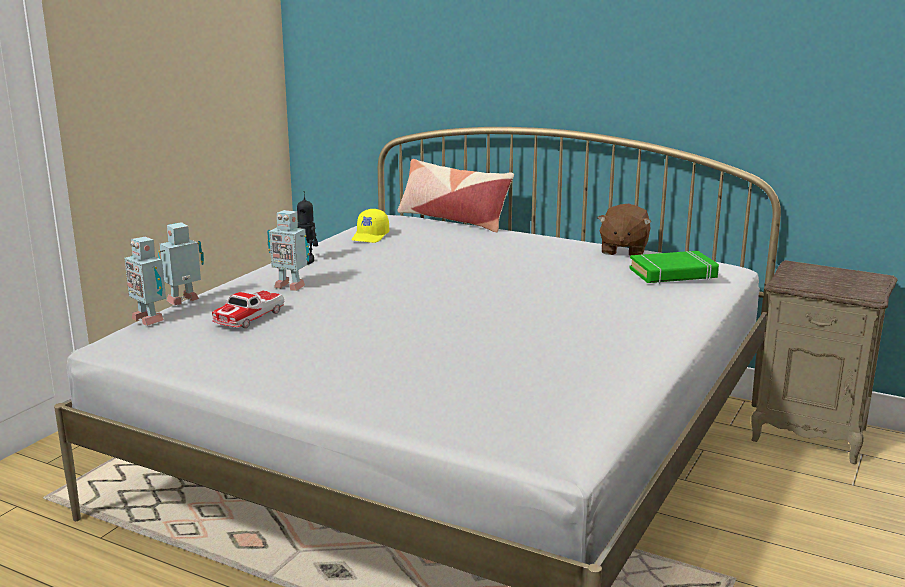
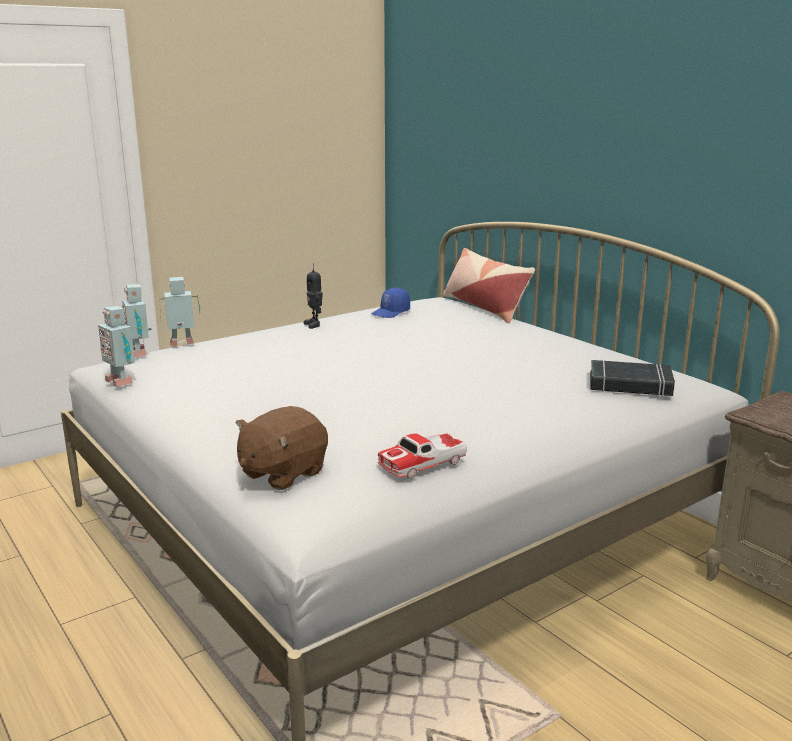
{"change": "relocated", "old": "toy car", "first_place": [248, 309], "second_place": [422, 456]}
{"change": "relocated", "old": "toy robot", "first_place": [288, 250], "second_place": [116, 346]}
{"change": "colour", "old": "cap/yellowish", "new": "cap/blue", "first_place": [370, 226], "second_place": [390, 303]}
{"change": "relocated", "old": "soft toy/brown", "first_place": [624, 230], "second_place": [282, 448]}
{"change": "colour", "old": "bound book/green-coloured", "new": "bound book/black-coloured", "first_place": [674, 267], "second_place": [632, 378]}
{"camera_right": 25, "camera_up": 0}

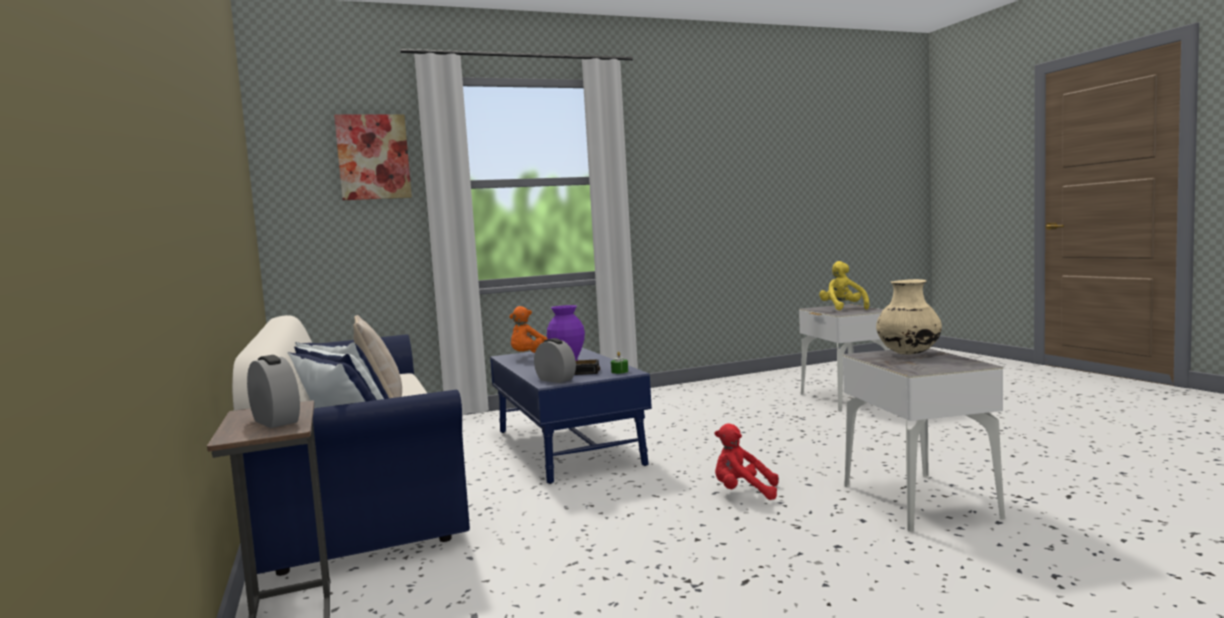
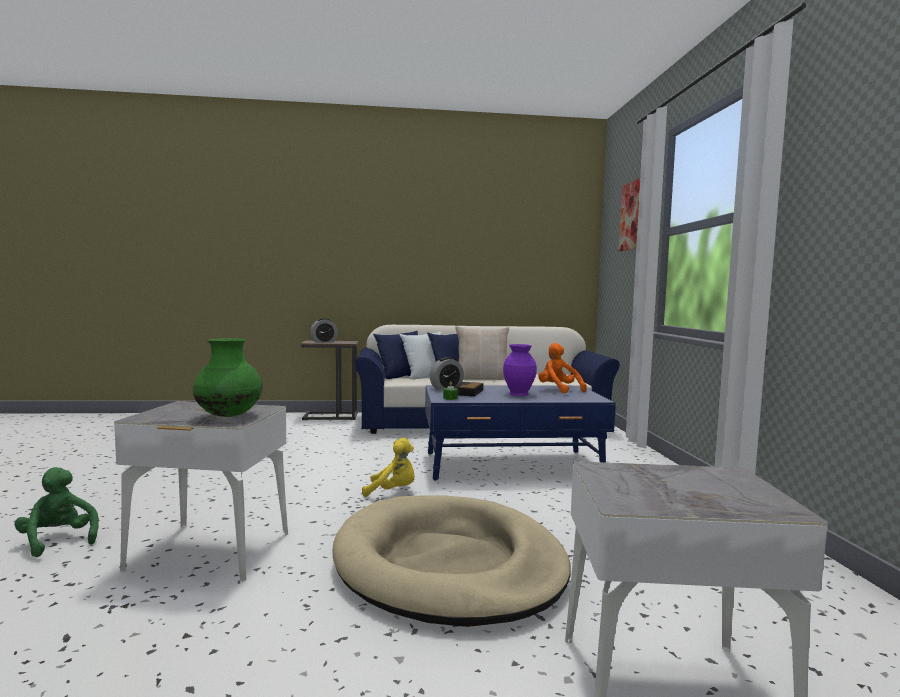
{"change": "missing", "old": "soft toy/reddish", "first_place": [747, 462]}
{"change": "relocated", "old": "soft toy/yellowish", "first_place": [844, 285], "second_place": [388, 467]}
{"change": "colour", "old": "flower vase/sand-coloured", "new": "flower vase/green-coloured", "first_place": [909, 317], "second_place": [228, 377]}
{"change": "appeared", "new": "soft toy/green-coloured", "second_place": [56, 512]}
{"change": "appeared", "new": "dog cushion/sand-coloured", "second_place": [451, 561]}
{"camera_right": 105, "camera_up": 0}

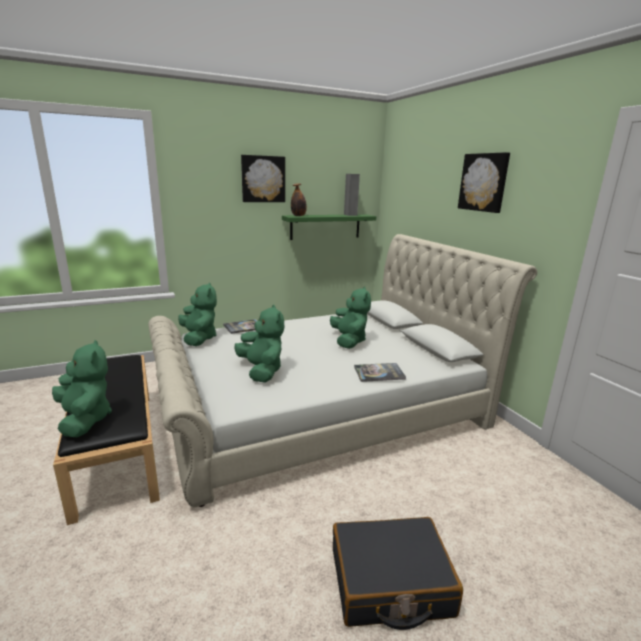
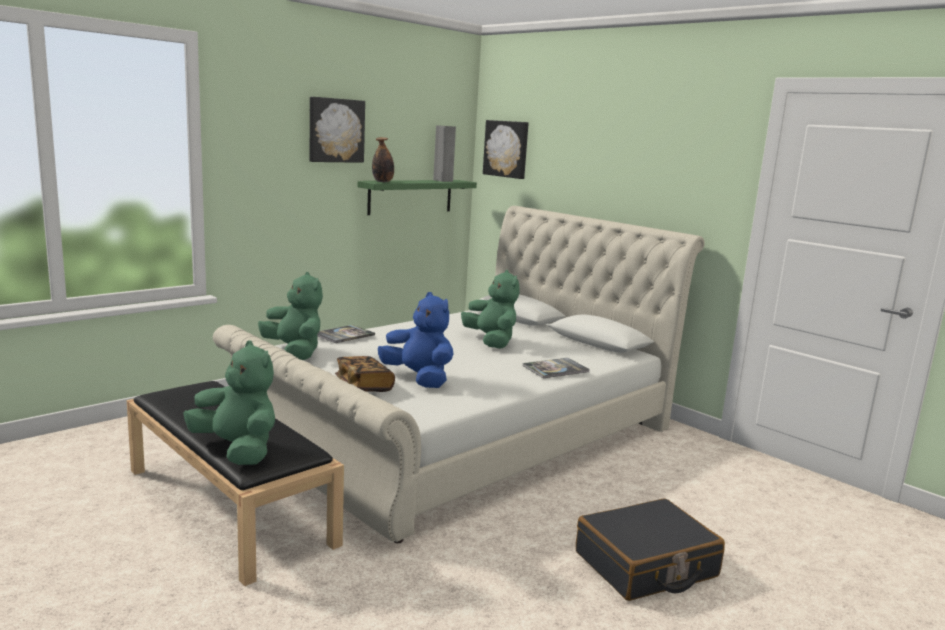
{"change": "colour", "old": "soft toy/green-coloured", "new": "soft toy/blue", "first_place": [259, 344], "second_place": [415, 340]}
{"change": "relocated", "old": "picture", "first_place": [484, 182], "second_place": [506, 149]}
{"change": "appeared", "new": "bound book", "second_place": [365, 374]}
{"camera_right": -20, "camera_up": -5}

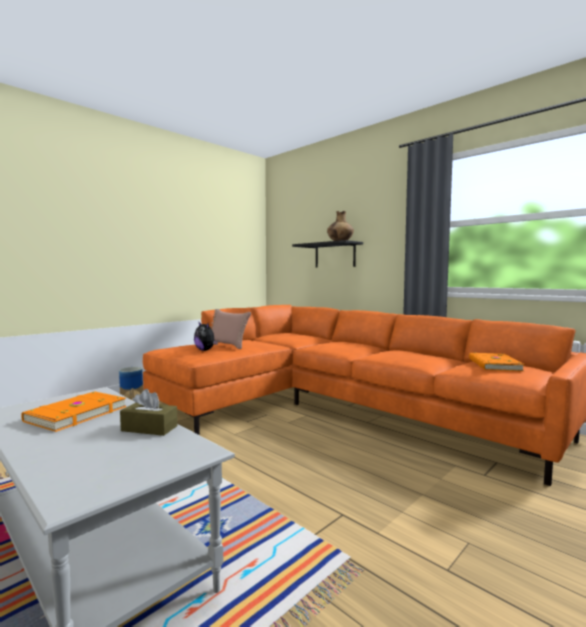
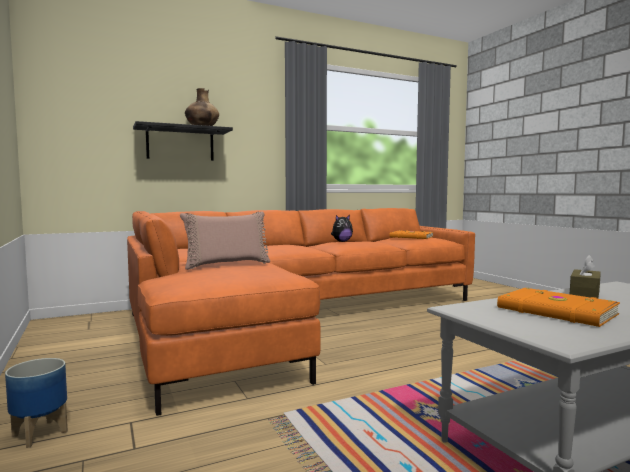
{"change": "relocated", "old": "soft toy", "first_place": [206, 336], "second_place": [342, 228]}
{"camera_right": -70, "camera_up": 0}

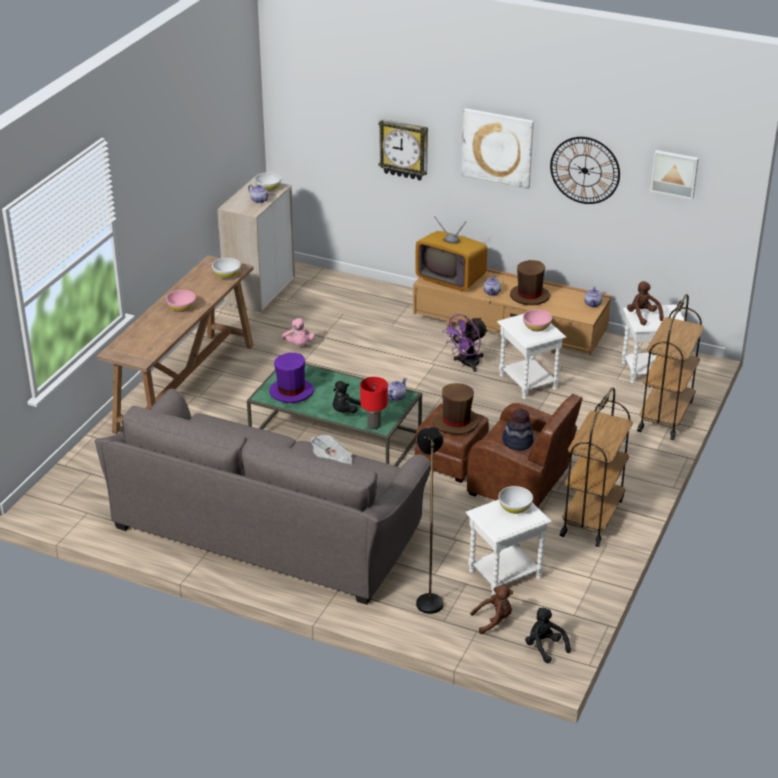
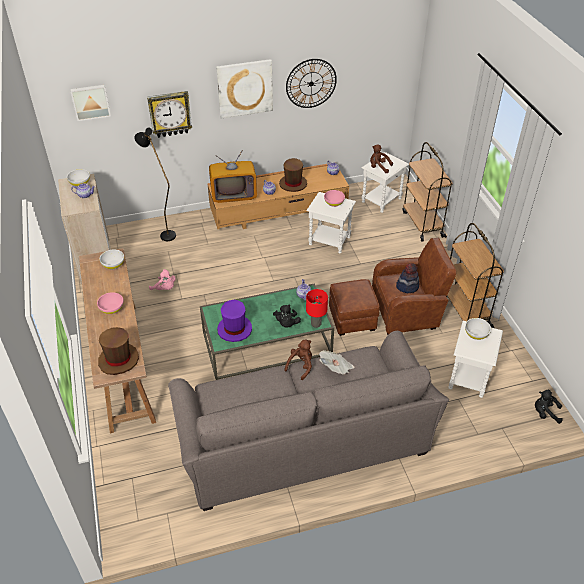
{"change": "relocated", "old": "standing lamp/black-coloured", "first_place": [430, 520], "second_place": [155, 184]}
{"change": "relocated", "old": "clothing hat/brown", "first_place": [456, 409], "second_place": [118, 351]}
{"change": "missing", "old": "cooling fan/purplish", "first_place": [465, 343]}
{"change": "relocated", "old": "soft toy/brown", "first_place": [491, 609], "second_place": [298, 360]}
{"change": "relocated", "old": "picture", "first_place": [674, 174], "second_place": [90, 103]}
{"camera_right": -40, "camera_up": 10}

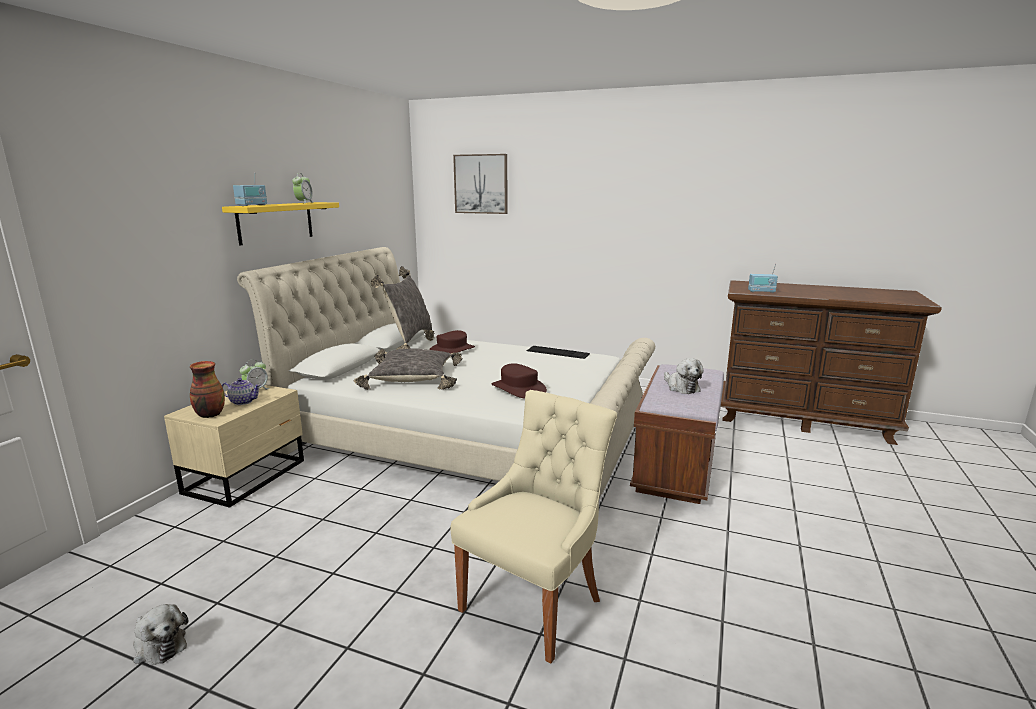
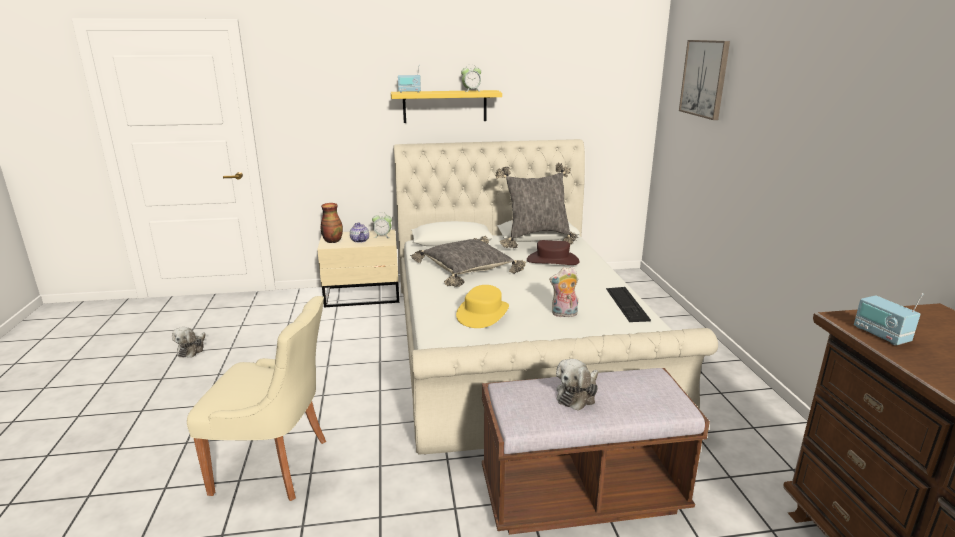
{"change": "colour", "old": "clothing hat/brown", "new": "clothing hat/yellowish", "first_place": [519, 381], "second_place": [482, 306]}
{"change": "appeared", "new": "soft toy", "second_place": [563, 292]}
{"camera_right": 60, "camera_up": 5}

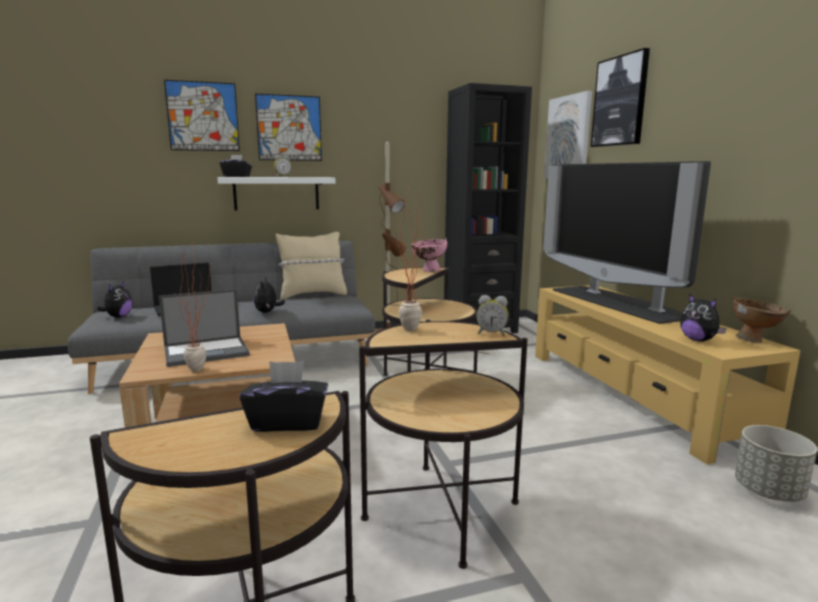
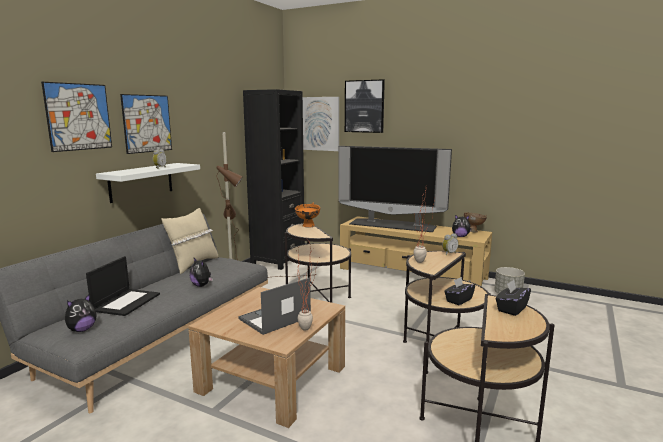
{"change": "spun", "old": "soft toy", "first_place": [115, 299], "second_place": [81, 313], "degrees": 75}
{"change": "spun", "old": "portable computer", "first_place": [204, 328], "second_place": [274, 306], "degrees": -150}
{"change": "relocated", "old": "tissue box/black-coloured", "first_place": [236, 166], "second_place": [459, 291]}
{"change": "colour", "old": "deep dish/pink-coloured", "new": "deep dish/orangey", "first_place": [429, 255], "second_place": [307, 215]}
{"camera_right": -45, "camera_up": 0}

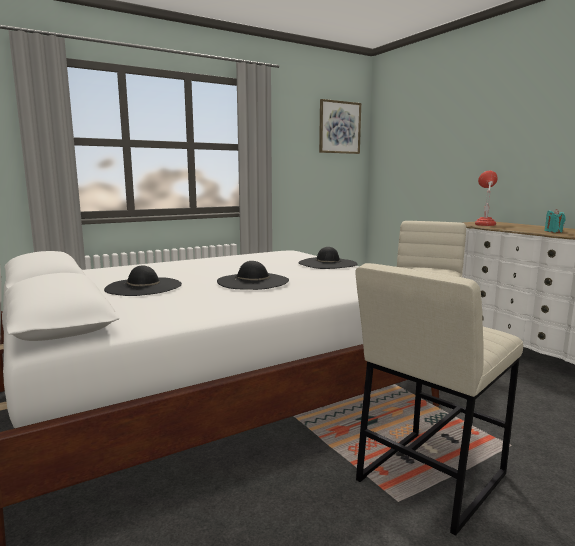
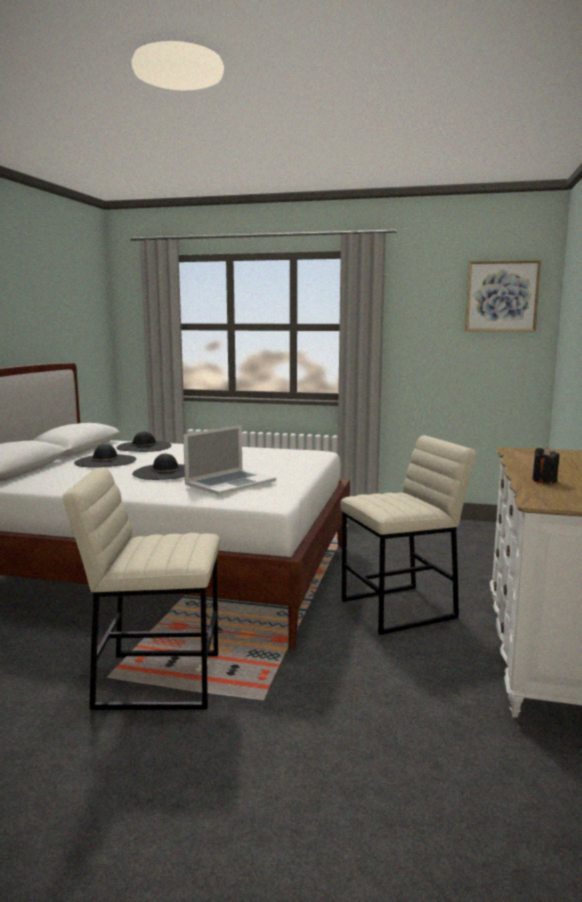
{"change": "relocated", "old": "clothing hat/black-coloured", "first_place": [327, 258], "second_place": [144, 441]}
{"change": "missing", "old": "lamp for a table/reddish", "first_place": [486, 198]}
{"change": "colour", "old": "wax candle/turquoise-coloured", "new": "wax candle/black-coloured", "first_place": [555, 221], "second_place": [545, 465]}
{"change": "appeared", "new": "portable computer", "second_place": [229, 460]}
{"camera_right": 45, "camera_up": 0}

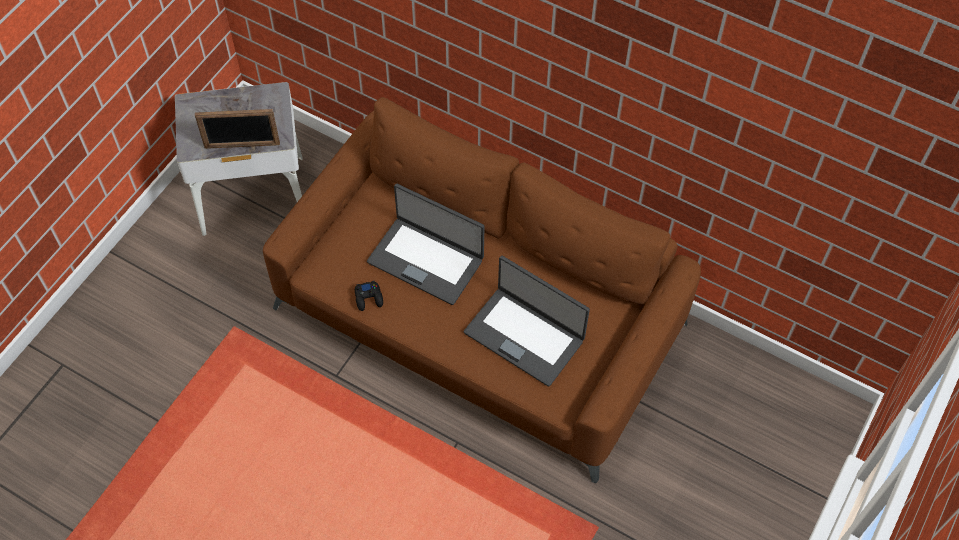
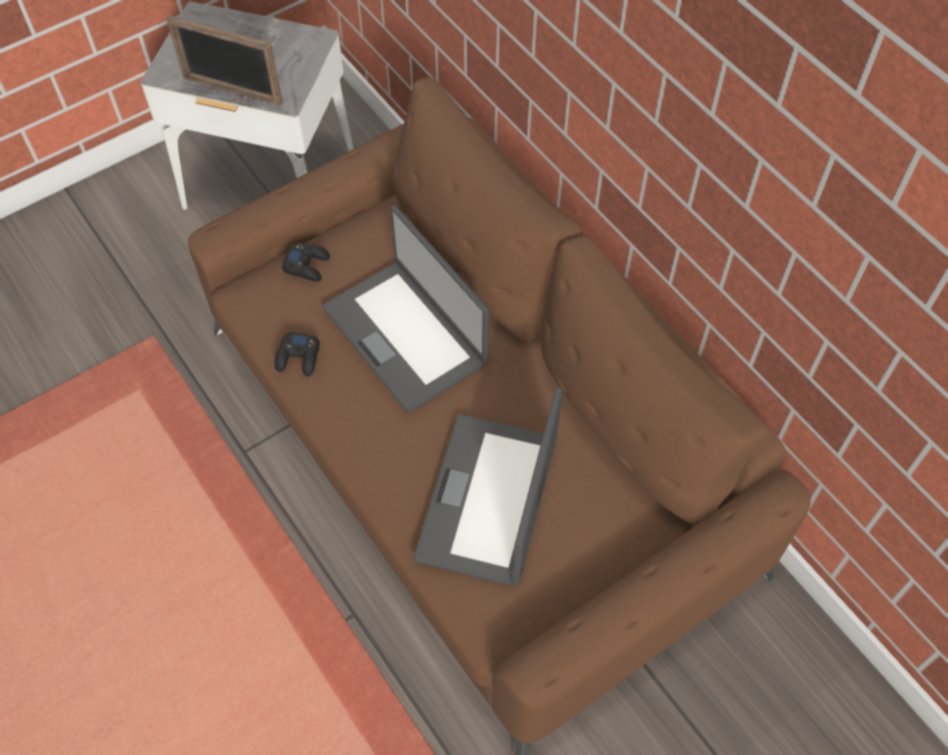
{"change": "spun", "old": "portable computer", "first_place": [527, 321], "second_place": [488, 486], "degrees": 45}
{"change": "appeared", "new": "gamepad/black-coloured", "second_place": [305, 262]}
{"camera_right": 25, "camera_up": 0}

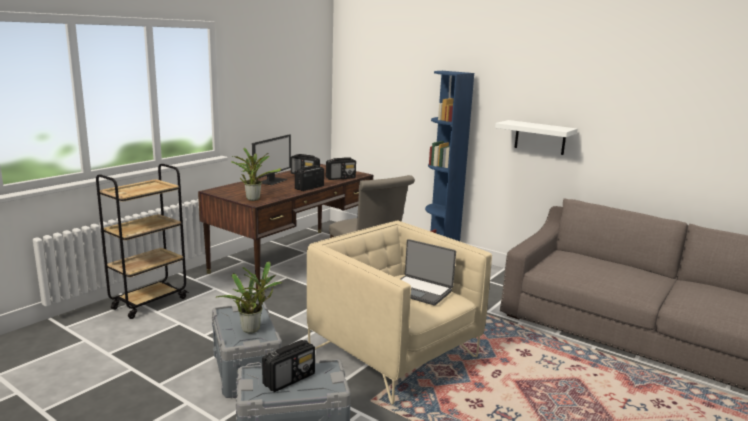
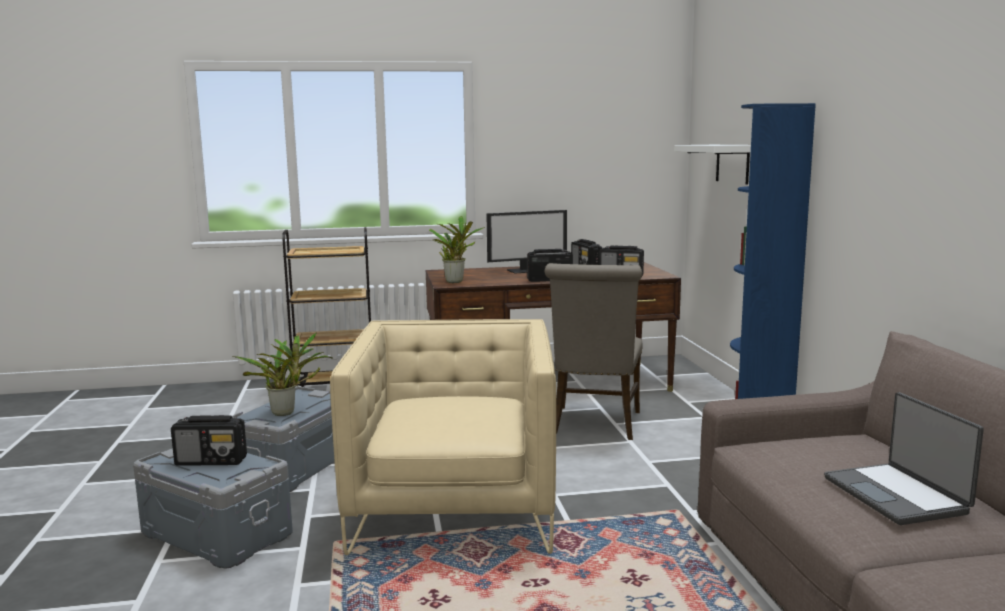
{"change": "relocated", "old": "portable computer", "first_place": [428, 272], "second_place": [904, 458]}
{"change": "relocated", "old": "shelf/whitish", "first_place": [536, 137], "second_place": [713, 165]}
{"camera_right": 45, "camera_up": -5}

